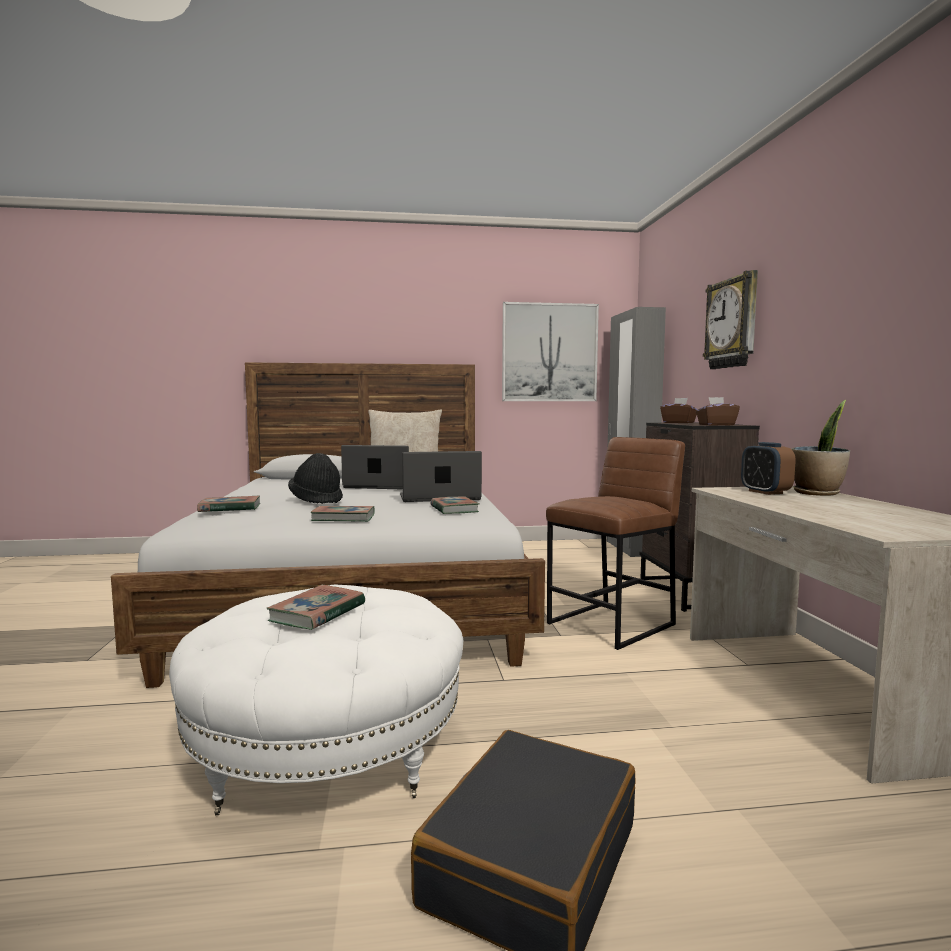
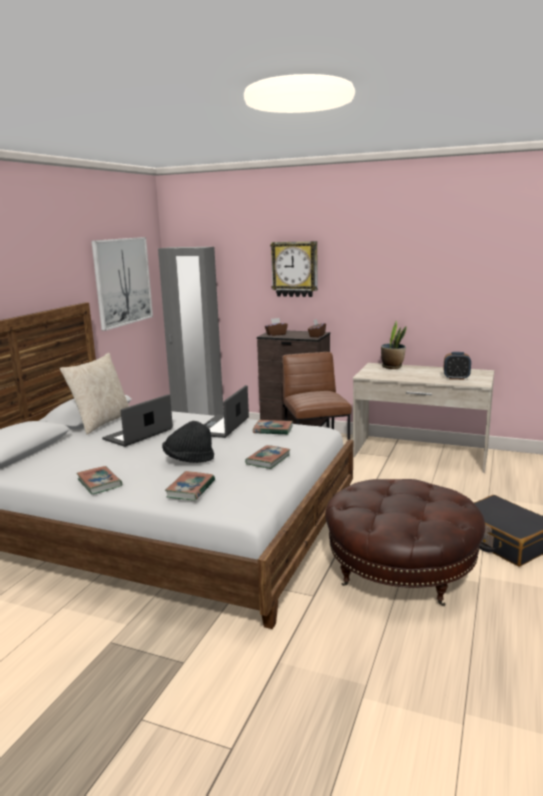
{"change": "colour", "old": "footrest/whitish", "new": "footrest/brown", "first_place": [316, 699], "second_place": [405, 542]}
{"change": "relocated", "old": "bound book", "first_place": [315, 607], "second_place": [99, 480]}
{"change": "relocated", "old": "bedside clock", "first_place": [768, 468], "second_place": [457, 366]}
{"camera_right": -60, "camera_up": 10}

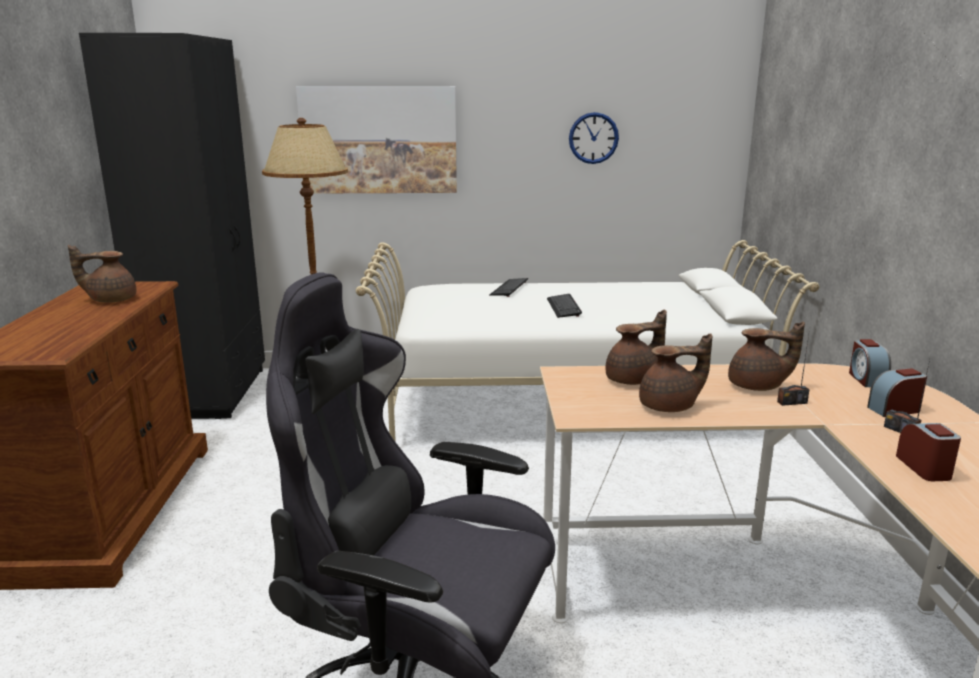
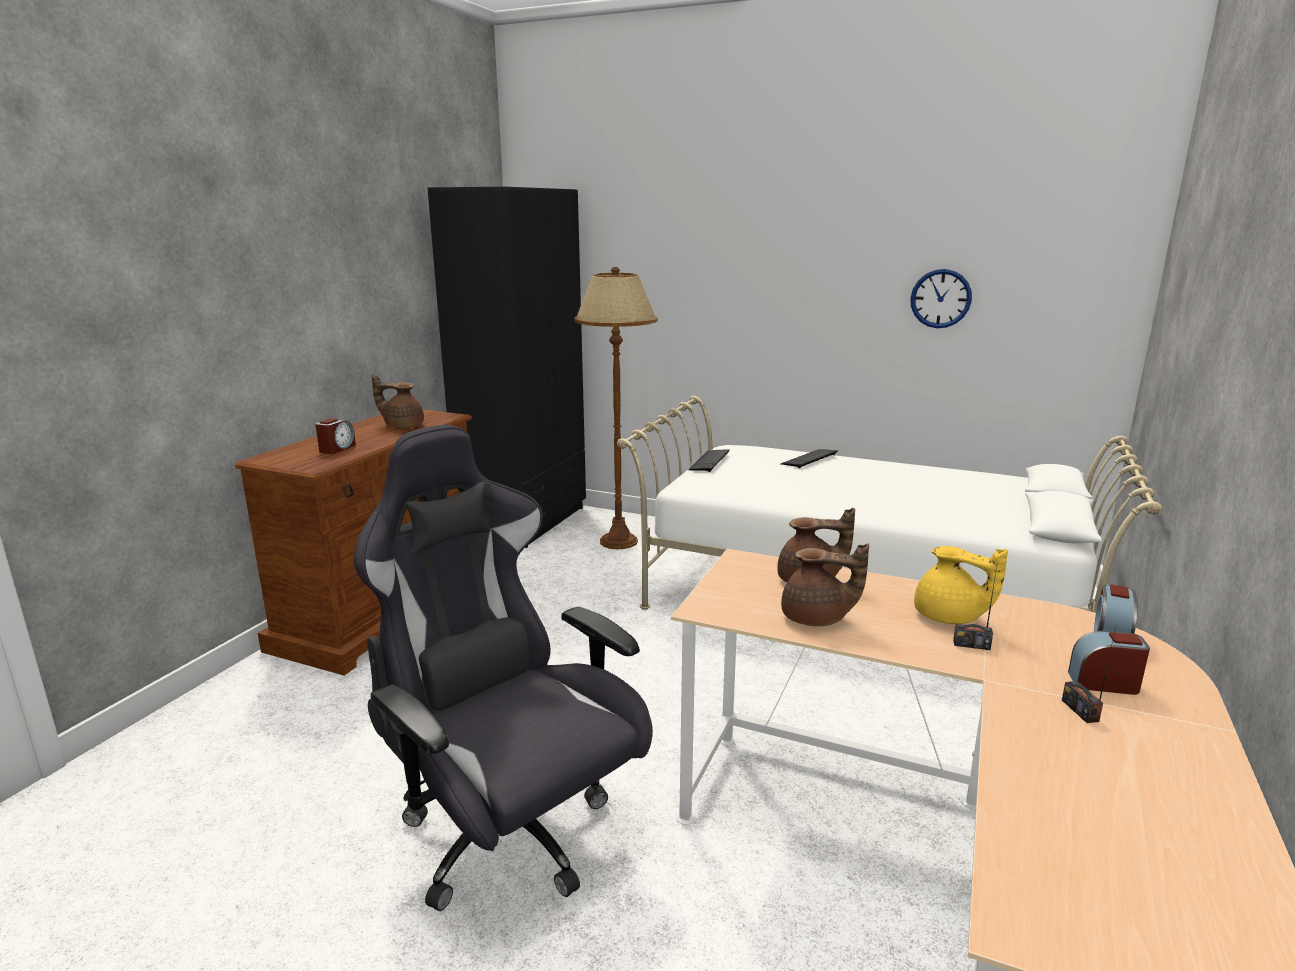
{"change": "missing", "old": "picture", "first_place": [376, 140]}
{"change": "relocated", "old": "keyboard", "first_place": [564, 306], "second_place": [709, 460]}
{"change": "colour", "old": "pot for tea/brown", "new": "pot for tea/yellowish", "first_place": [766, 356], "second_place": [961, 585]}
{"change": "relocated", "old": "bedside clock", "first_place": [928, 452], "second_place": [335, 436]}
{"camera_right": 25, "camera_up": 0}

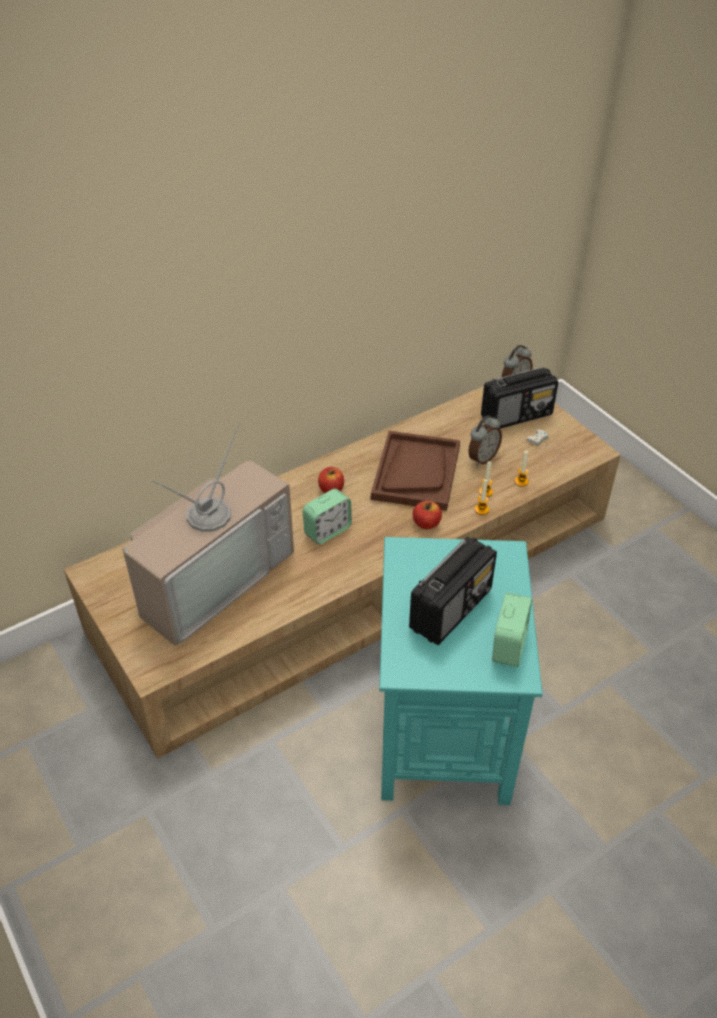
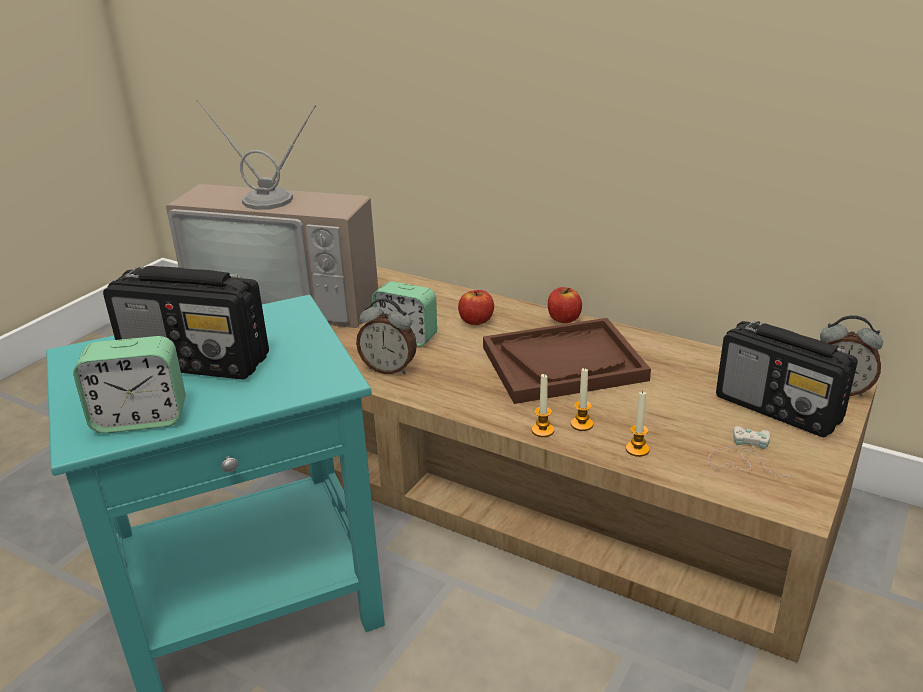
{"change": "relocated", "old": "whole apple", "first_place": [427, 515], "second_place": [565, 305]}
{"change": "relocated", "old": "bedside clock", "first_place": [485, 440], "second_place": [386, 336]}
{"camera_right": 65, "camera_up": -15}

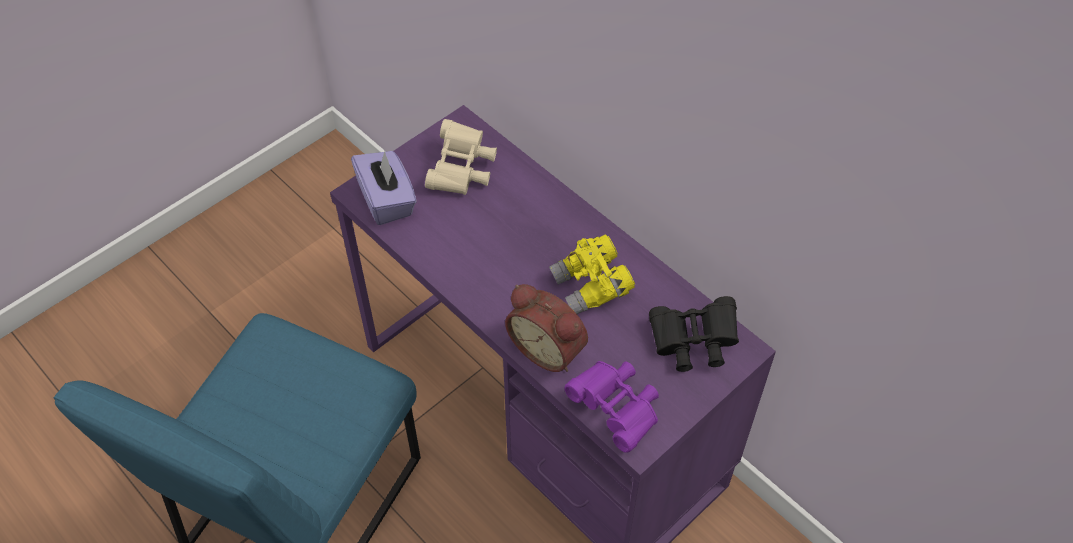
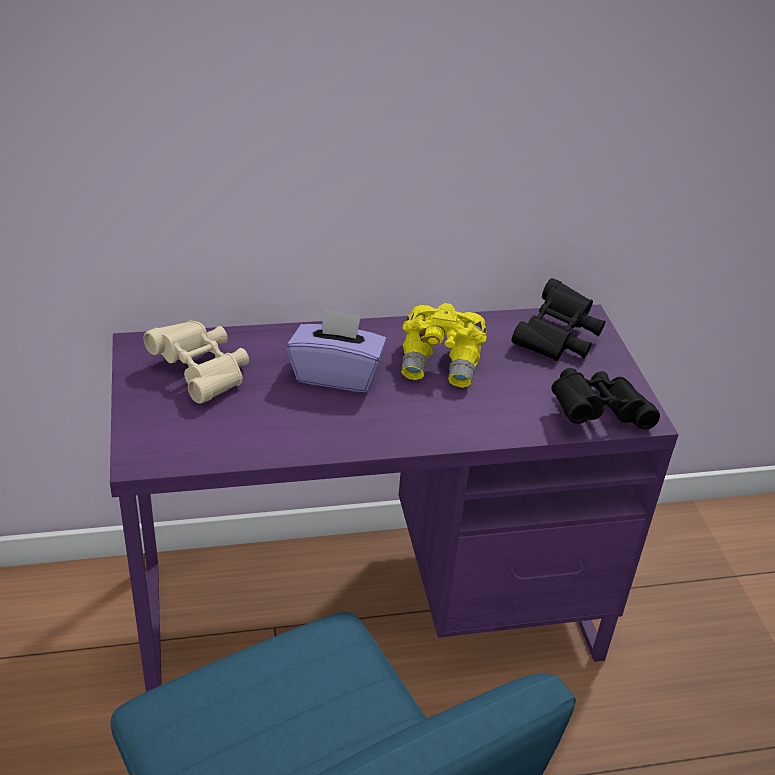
{"change": "relocated", "old": "tissue box/purplish", "first_place": [384, 188], "second_place": [337, 350]}
{"change": "missing", "old": "bedside clock", "first_place": [546, 328]}
{"change": "colour", "old": "binoculars/purplish", "new": "binoculars/black-coloured", "first_place": [612, 407], "second_place": [605, 399]}
{"camera_right": -60, "camera_up": -15}

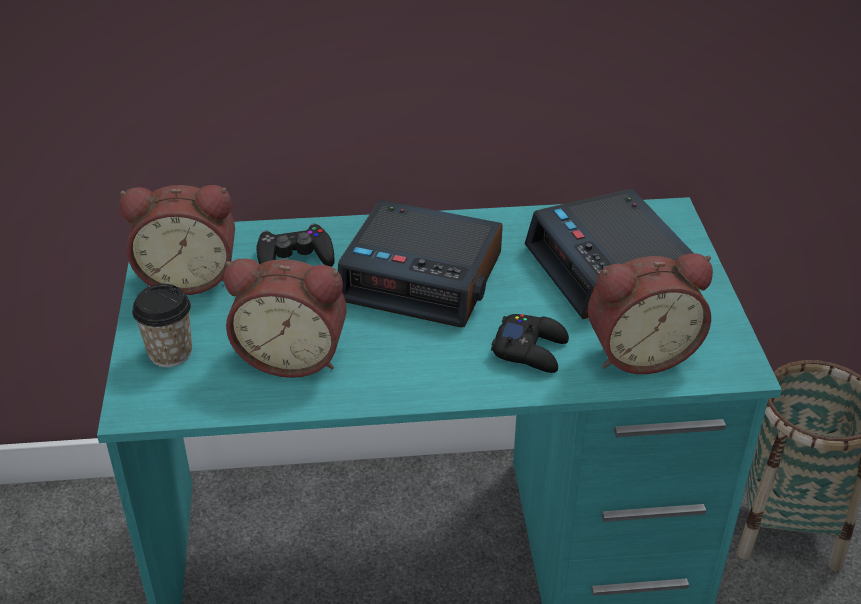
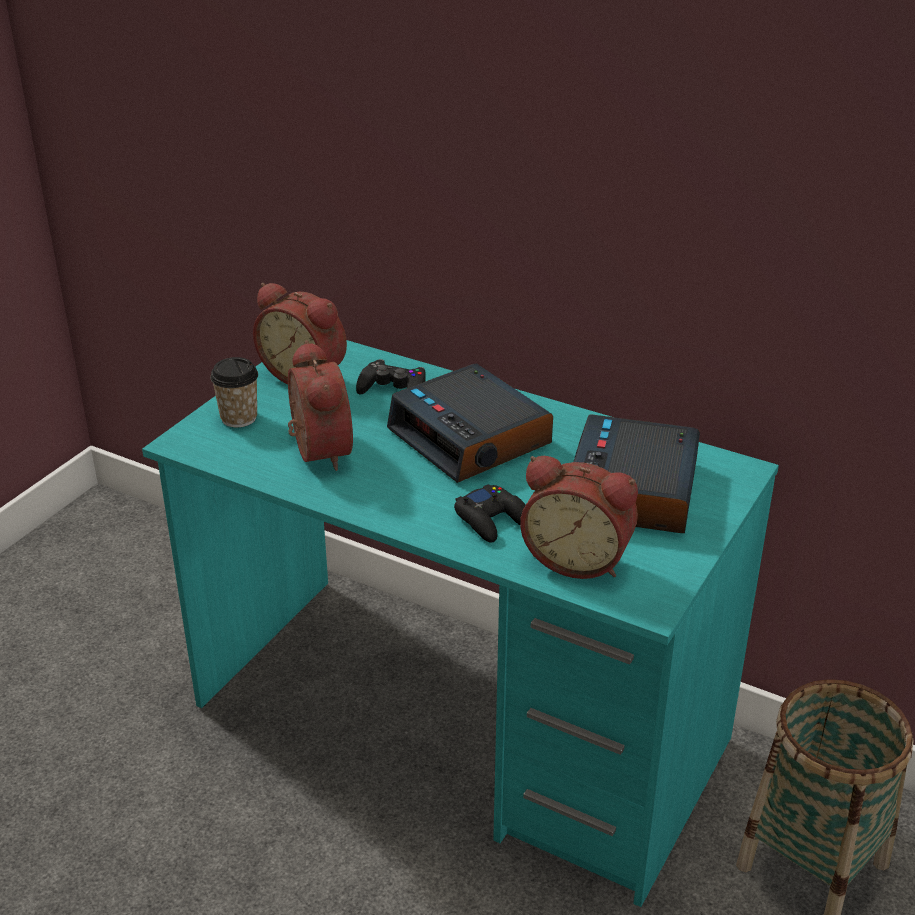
{"change": "spun", "old": "bedside clock", "first_place": [285, 318], "second_place": [320, 405], "degrees": -150}
{"camera_right": 35, "camera_up": -5}

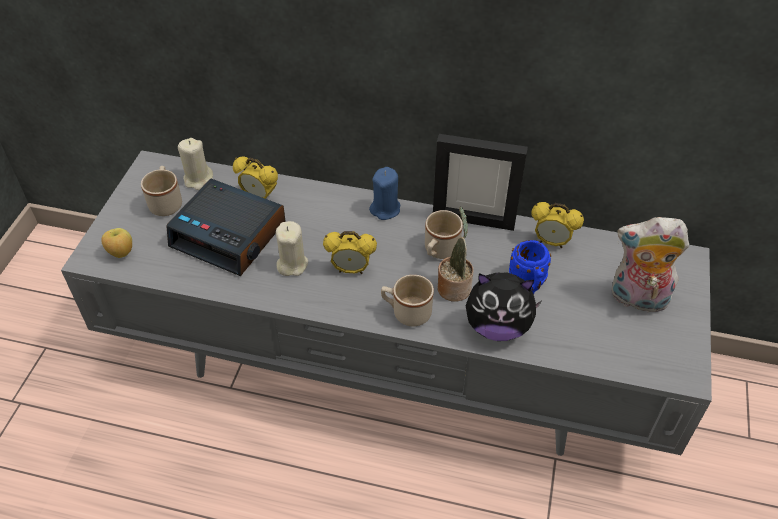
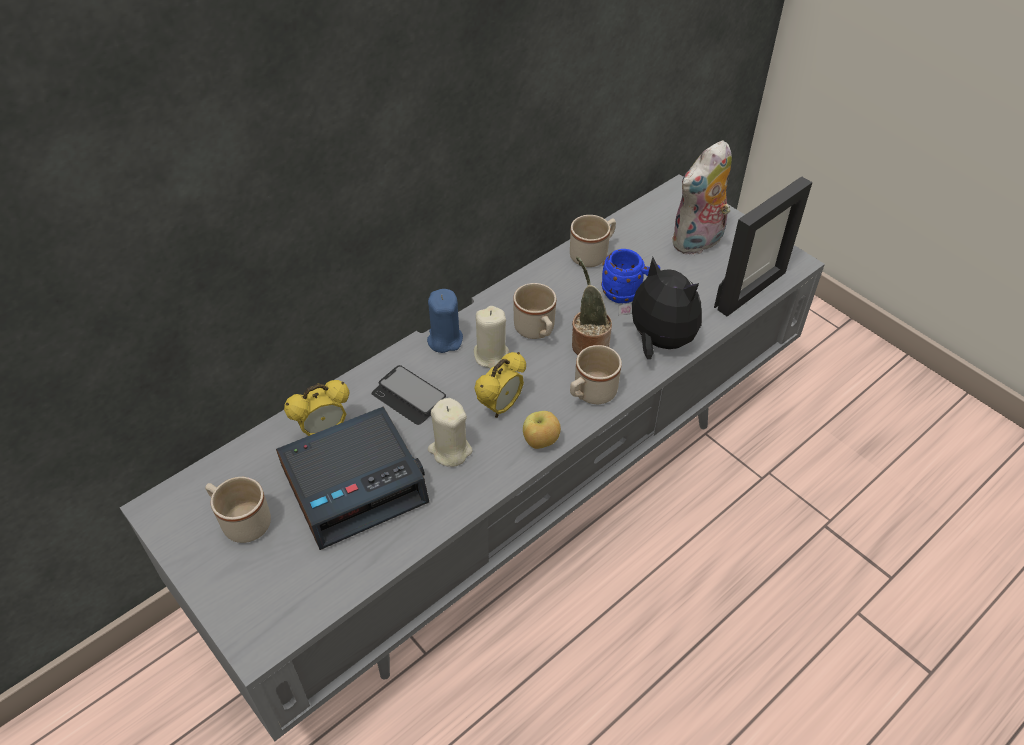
{"change": "relocated", "old": "whole apple", "first_place": [117, 243], "second_place": [542, 430]}
{"change": "relocated", "old": "wax candle/sand-coloured", "first_place": [195, 164], "second_place": [491, 337]}
{"change": "relocated", "old": "picture frame", "first_place": [480, 182], "second_place": [763, 246]}
{"change": "spun", "old": "soft toy", "first_place": [504, 306], "second_place": [660, 308], "degrees": -90}
{"change": "exchanged", "old": "bedside clock", "new": "coffee mug/sand-coloured", "first_place": [557, 225], "second_place": [593, 241]}
{"change": "appeared", "new": "telephone", "second_place": [409, 395]}
{"camera_right": -55, "camera_up": 0}

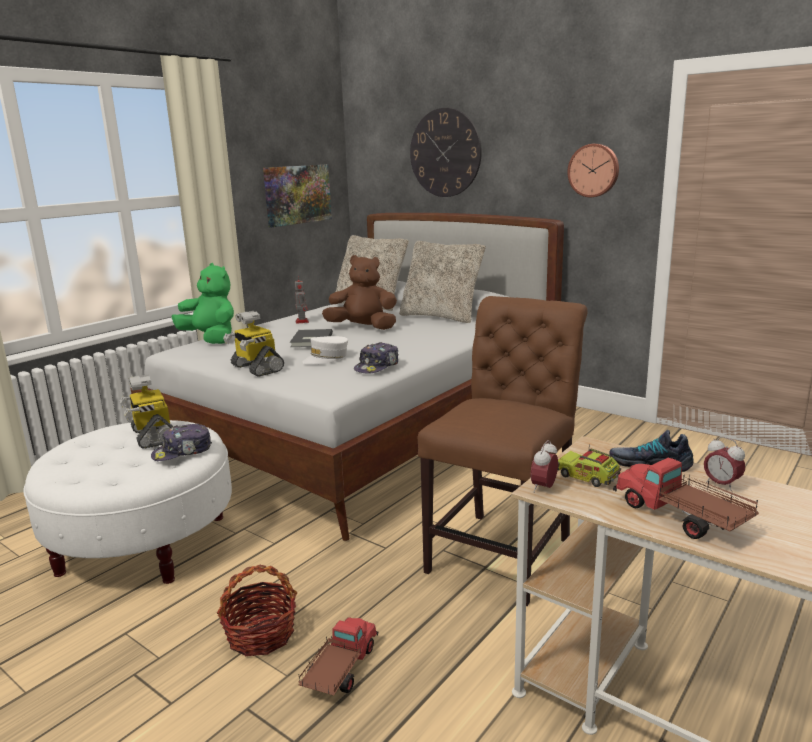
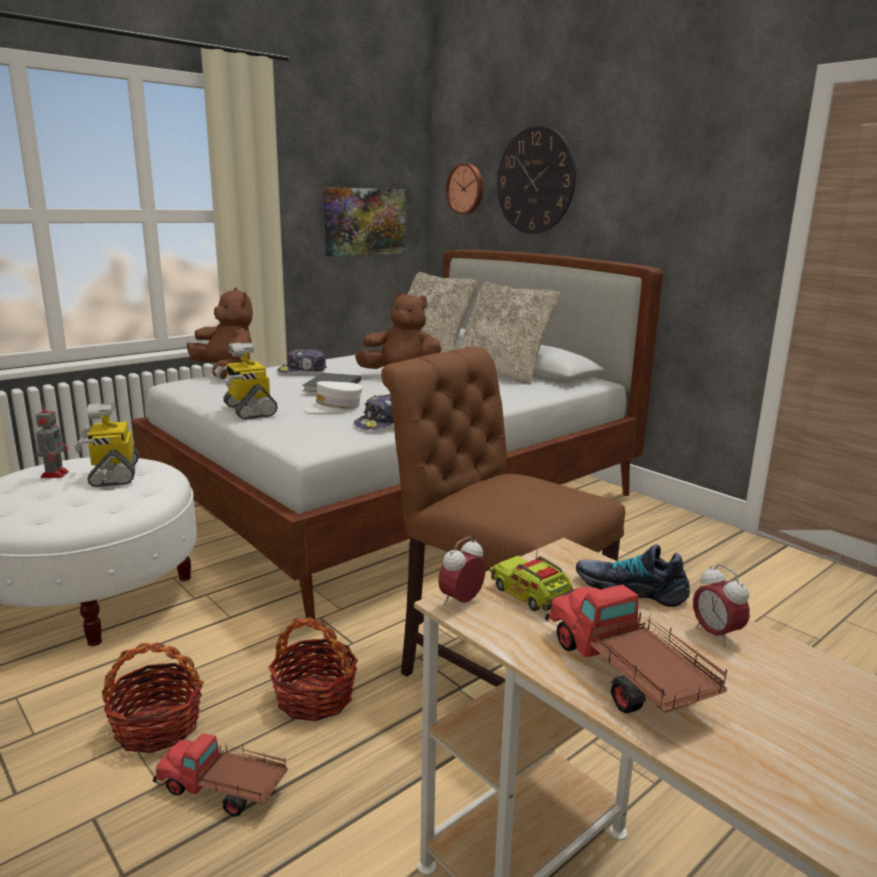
{"change": "relocated", "old": "cap", "first_place": [181, 442], "second_place": [302, 361]}
{"change": "colour", "old": "soft toy/green-coloured", "new": "soft toy/brown", "first_place": [202, 303], "second_place": [220, 333]}
{"change": "relocated", "old": "toy robot", "first_place": [302, 300], "second_place": [52, 440]}
{"change": "spun", "old": "model truck", "first_place": [338, 656], "second_place": [220, 775], "degrees": -105}
{"change": "spun", "old": "upright chair/brown", "first_place": [503, 451], "second_place": [503, 517], "degrees": -90}
{"change": "relocated", "old": "clock on the wall", "first_place": [593, 170], "second_place": [464, 189]}
{"change": "appeared", "new": "basket", "second_place": [313, 669]}
{"camera_right": 10, "camera_up": 0}

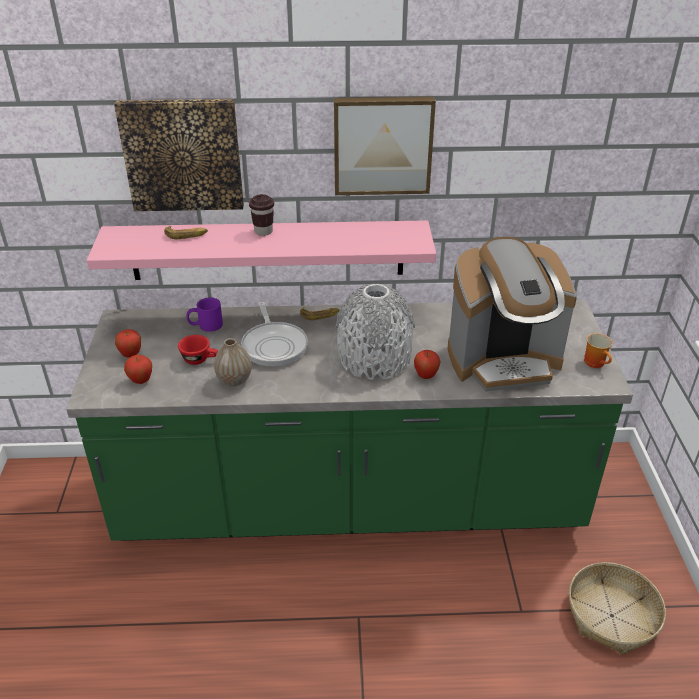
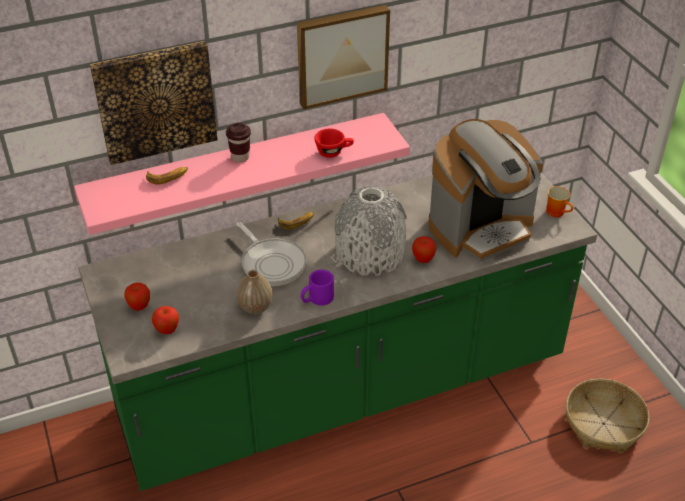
{"change": "relocated", "old": "drinking cup/reddish", "first_place": [198, 350], "second_place": [334, 143]}
{"change": "relocated", "old": "coffee mug/purplish", "first_place": [204, 315], "second_place": [317, 288]}
{"camera_right": -20, "camera_up": 5}

